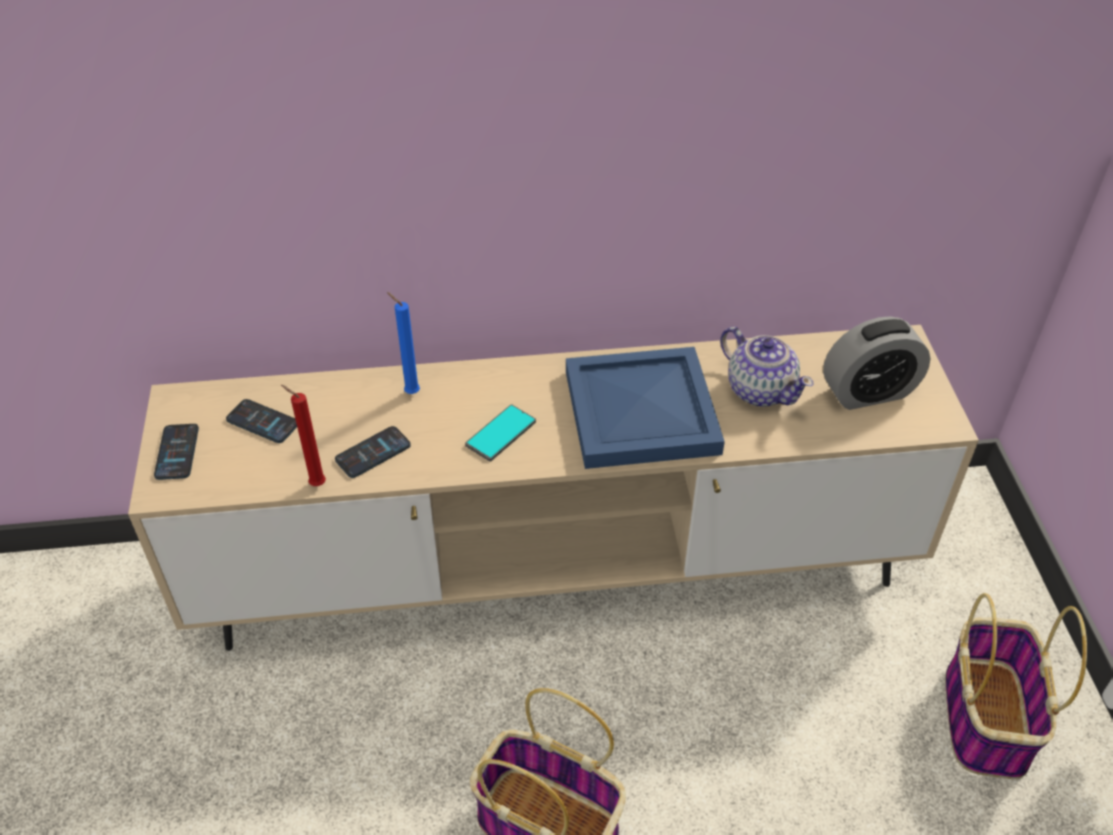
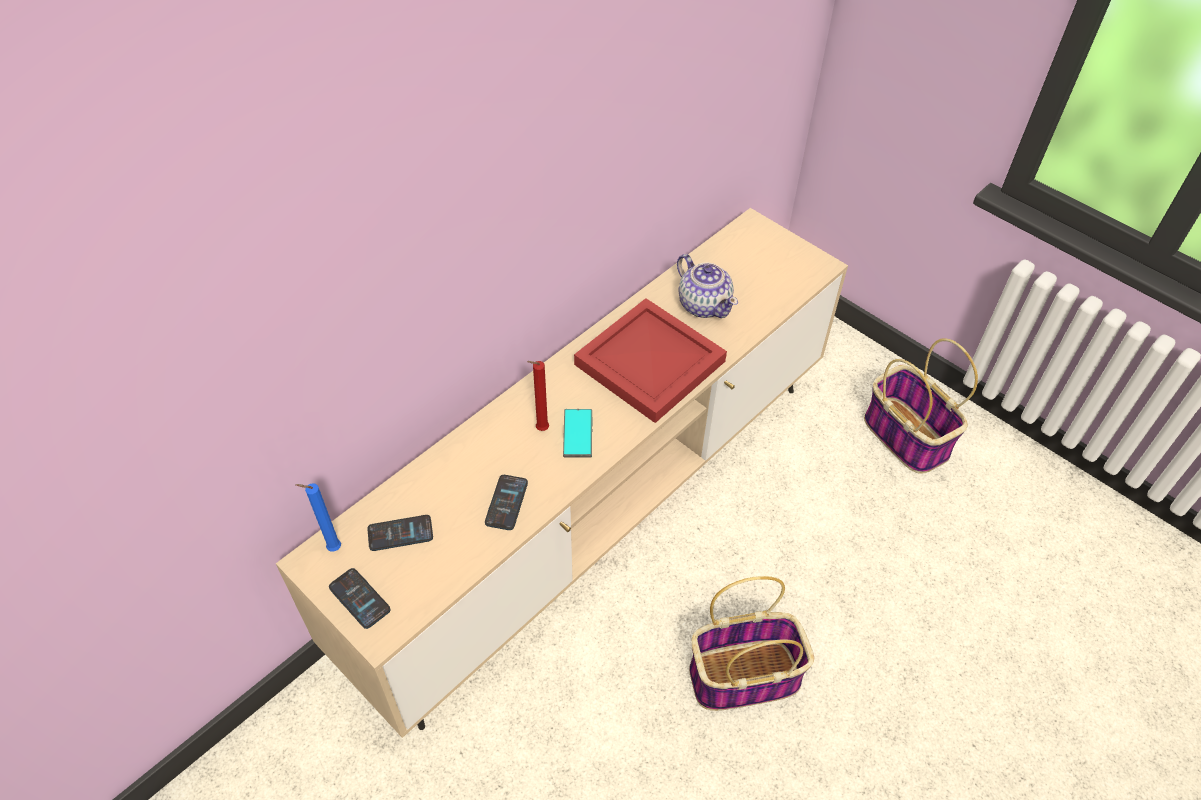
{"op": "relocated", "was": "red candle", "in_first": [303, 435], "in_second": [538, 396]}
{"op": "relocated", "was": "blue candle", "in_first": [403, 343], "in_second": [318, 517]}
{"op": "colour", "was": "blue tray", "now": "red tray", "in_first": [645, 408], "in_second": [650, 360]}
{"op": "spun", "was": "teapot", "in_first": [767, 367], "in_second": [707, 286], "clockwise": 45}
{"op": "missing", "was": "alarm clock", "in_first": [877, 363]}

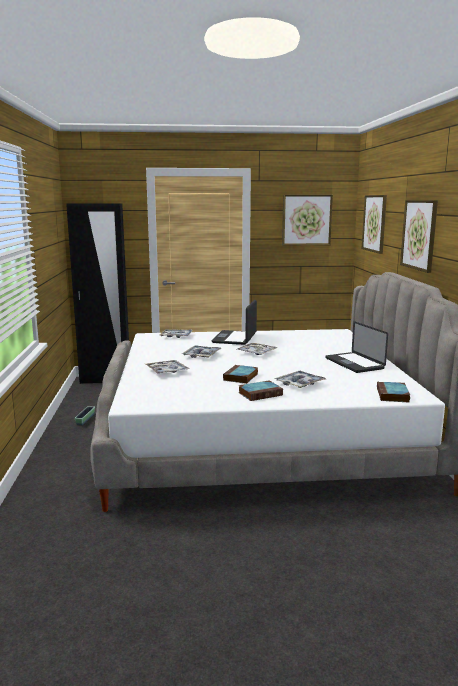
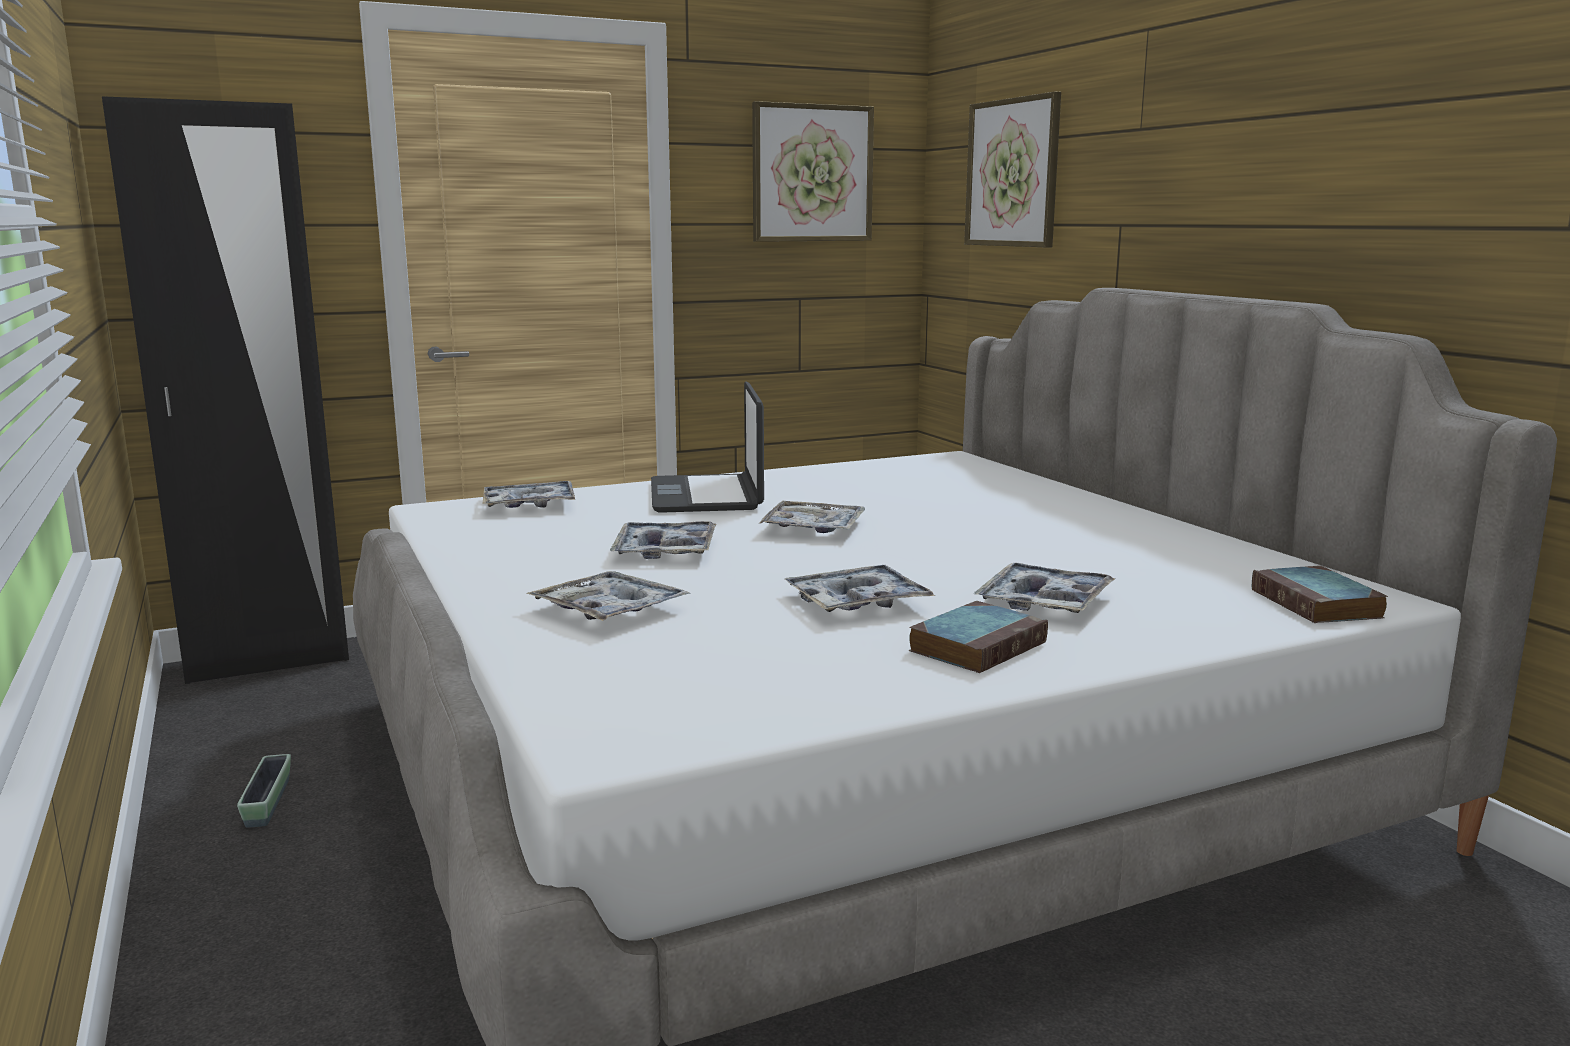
{"op": "exchanged", "was": "book", "now": "tray", "in_first": [240, 374], "in_second": [860, 588]}
{"op": "missing", "was": "laptop", "in_first": [356, 347]}
{"op": "missing", "was": "picture", "in_first": [419, 236]}

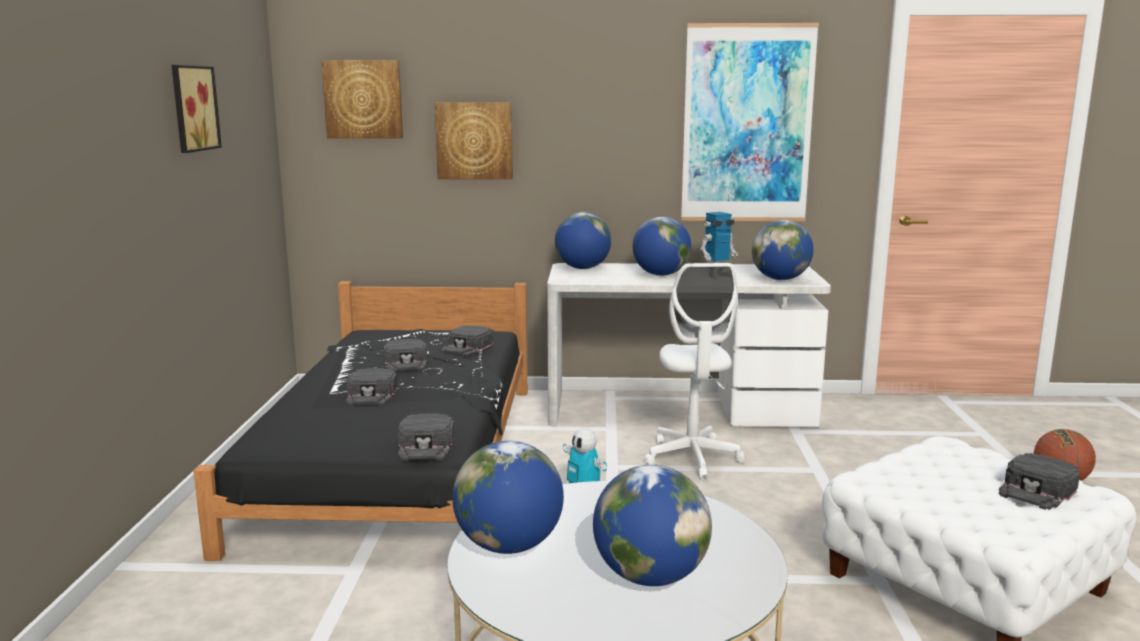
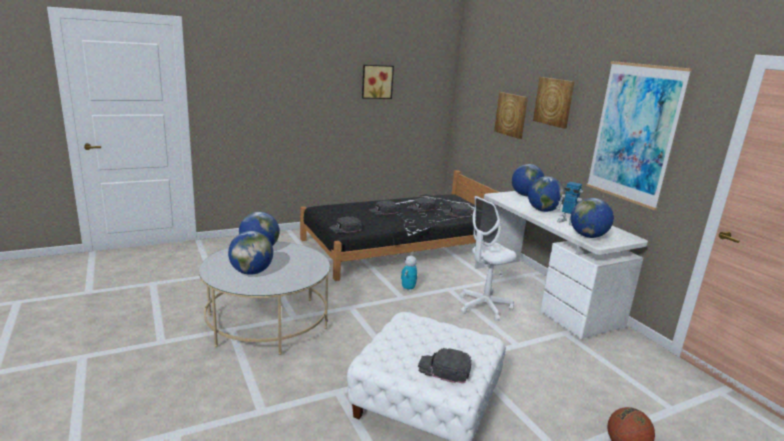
{"op": "relocated", "was": "picture", "in_first": [362, 99], "in_second": [554, 102]}

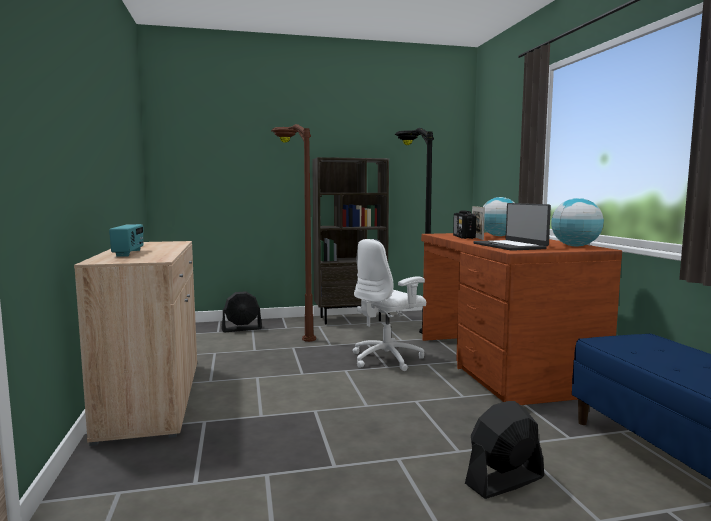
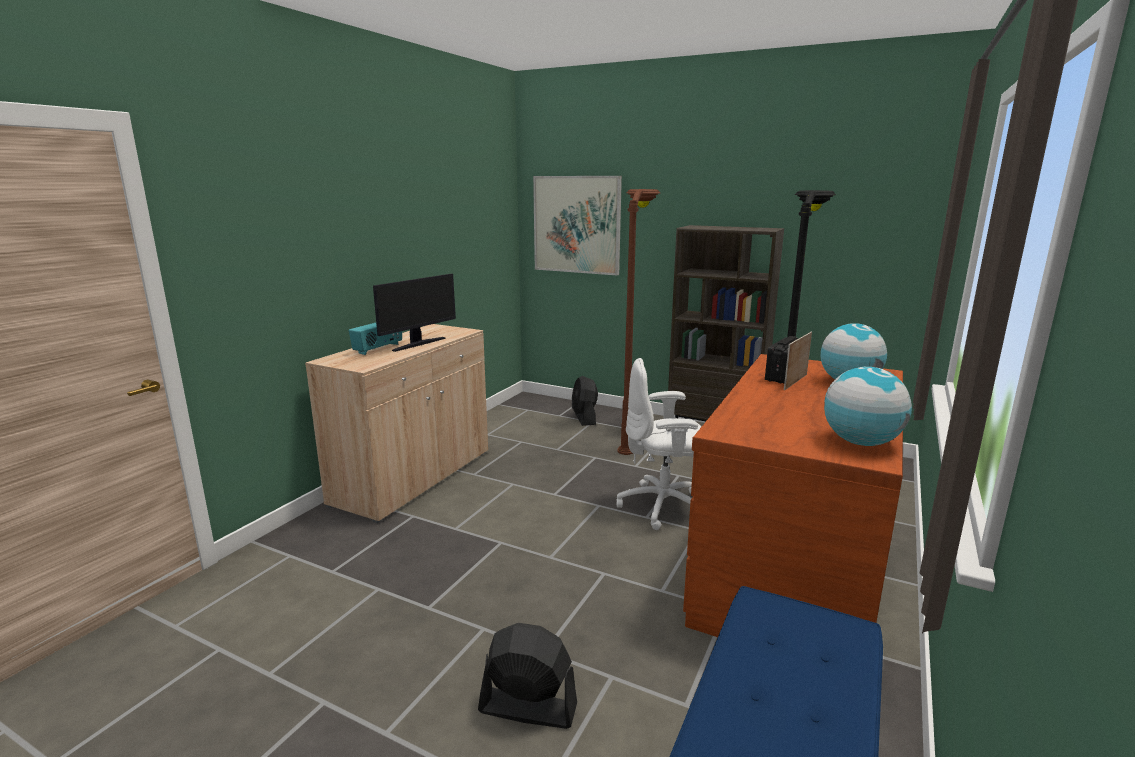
{"op": "spun", "was": "black fan", "in_first": [241, 311], "in_second": [585, 401], "clockwise": 60}
{"op": "missing", "was": "laptop", "in_first": [512, 227]}
{"op": "appeared", "now": "monitor", "in_second": [414, 313]}
{"op": "appeared", "now": "picture", "in_second": [577, 225]}

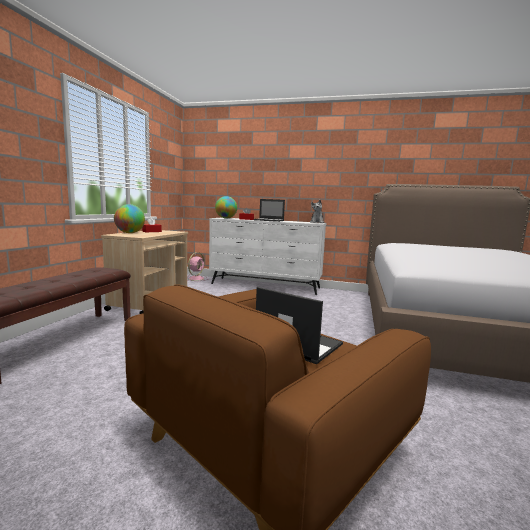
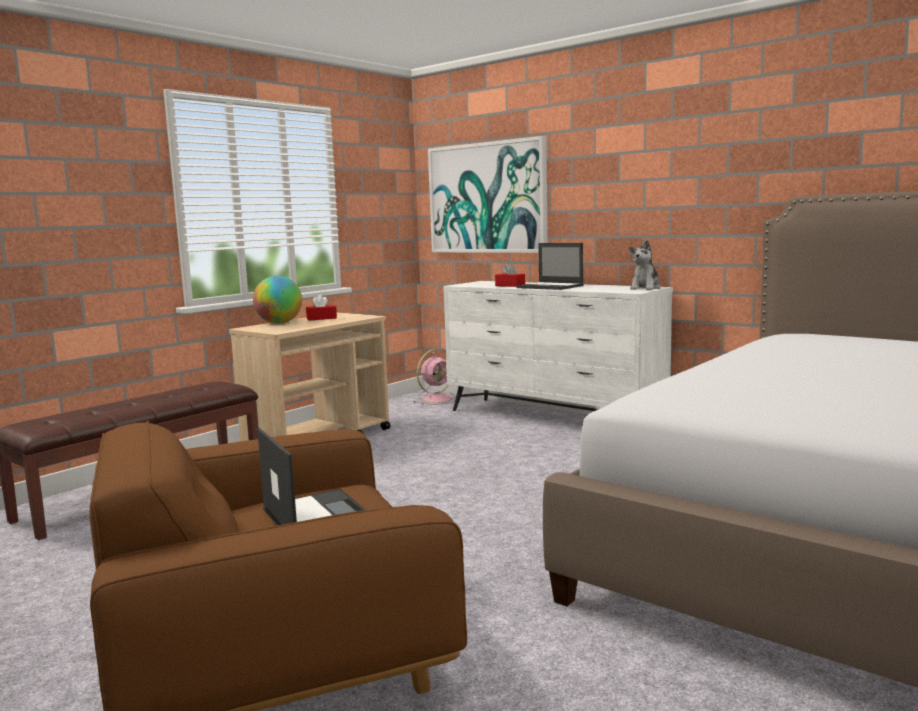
{"op": "missing", "was": "globe", "in_first": [226, 207]}
{"op": "appeared", "now": "picture", "in_second": [488, 194]}

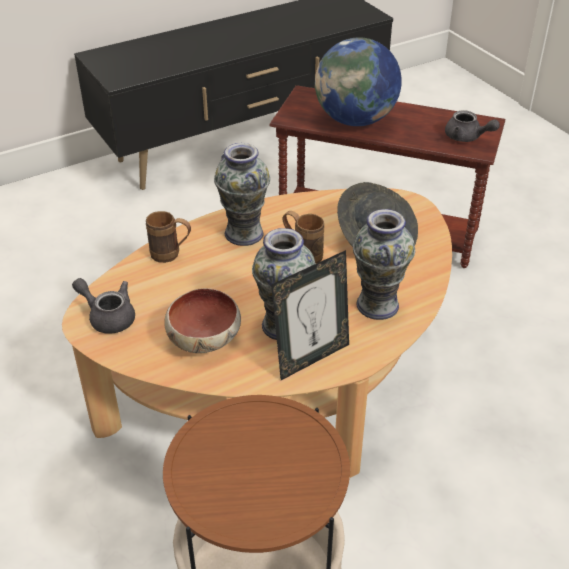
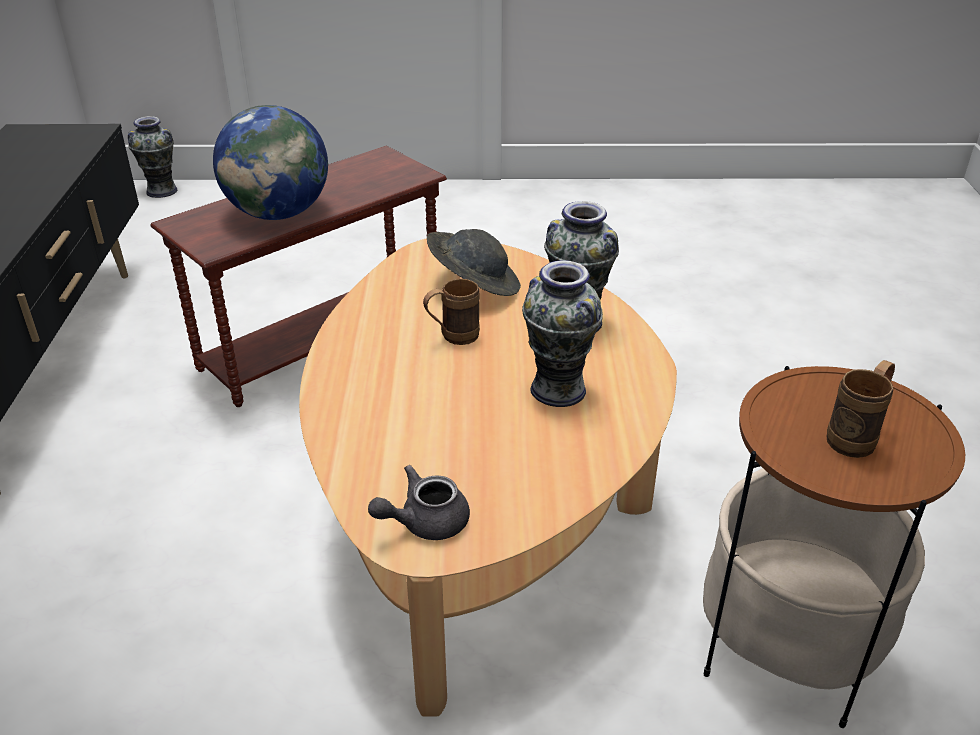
{"op": "relocated", "was": "brown mug", "in_first": [168, 237], "in_second": [860, 409]}
{"op": "missing", "was": "bowl", "in_first": [202, 320]}
{"op": "relocated", "was": "vase", "in_first": [242, 194], "in_second": [152, 157]}
{"op": "missing", "was": "picture frame", "in_first": [310, 315]}
{"op": "missing", "was": "grey teapot", "in_first": [472, 126]}

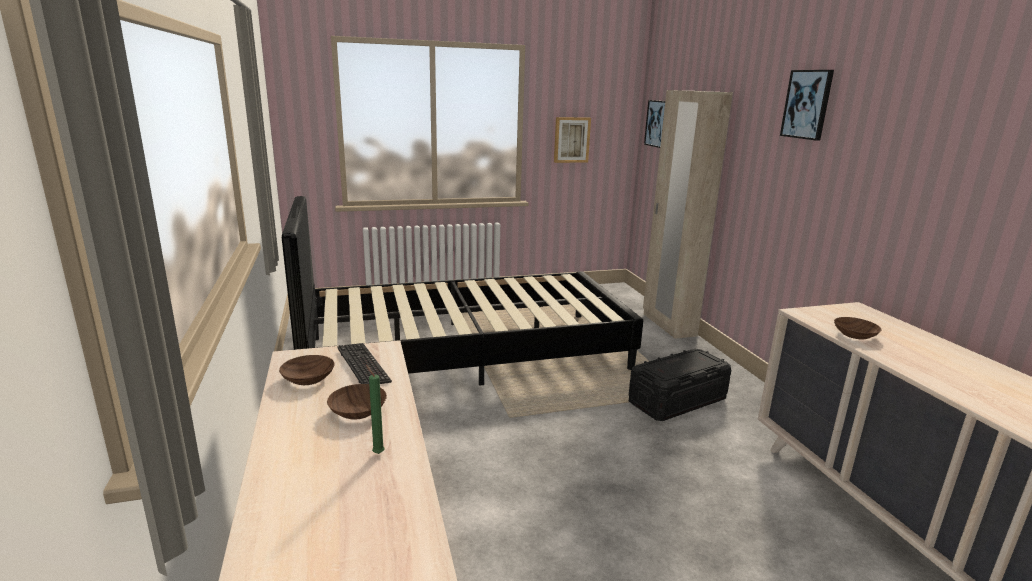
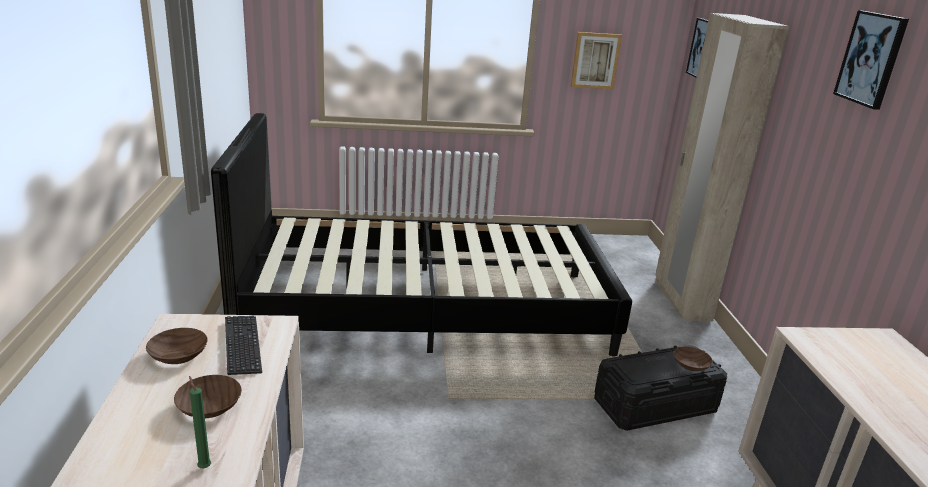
{"op": "relocated", "was": "brown bowl", "in_first": [858, 328], "in_second": [693, 358]}

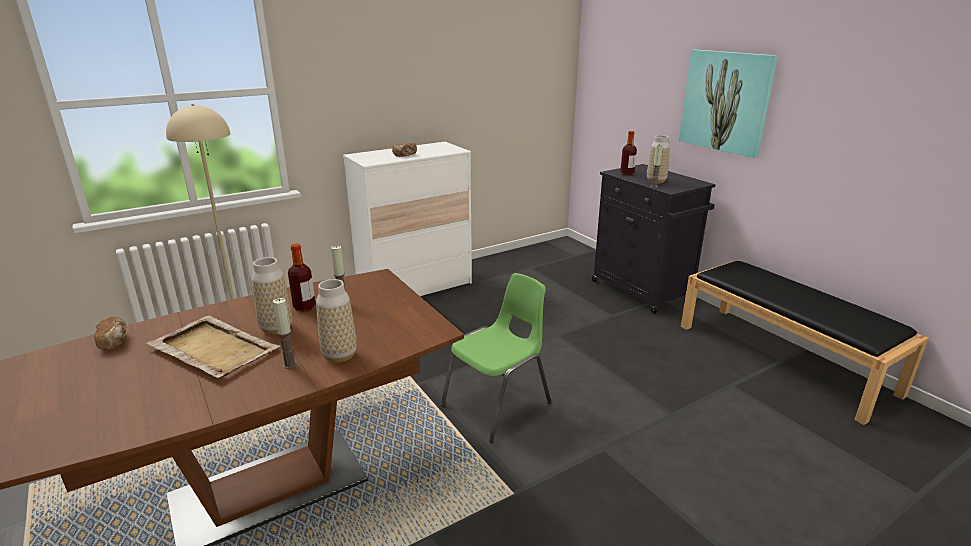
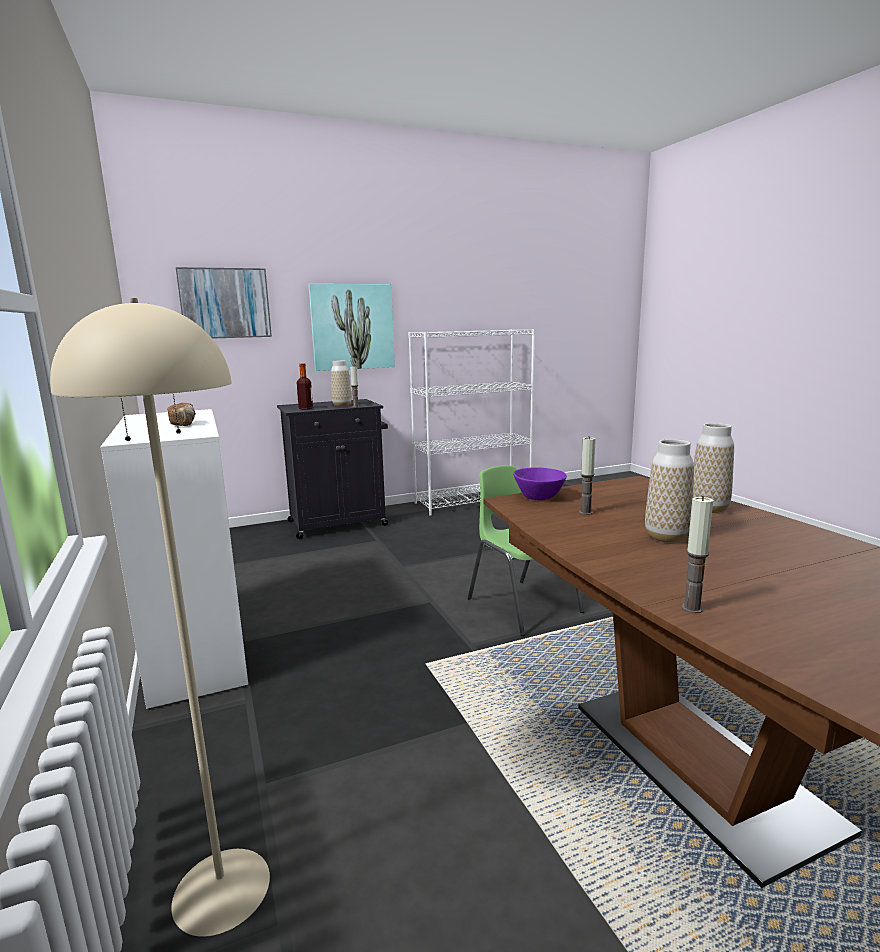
{"op": "missing", "was": "bread", "in_first": [110, 332]}
{"op": "missing", "was": "beige tray", "in_first": [213, 346]}
{"op": "relocated", "was": "candle", "in_first": [285, 333], "in_second": [697, 554]}
{"op": "missing", "was": "bottle", "in_first": [302, 277]}
{"op": "exchanged", "was": "black bench", "now": "white bookcase", "in_first": [805, 343], "in_second": [471, 422]}
{"op": "appeared", "now": "picture", "in_second": [224, 303]}
{"op": "appeared", "now": "purple bowl", "in_second": [540, 483]}

